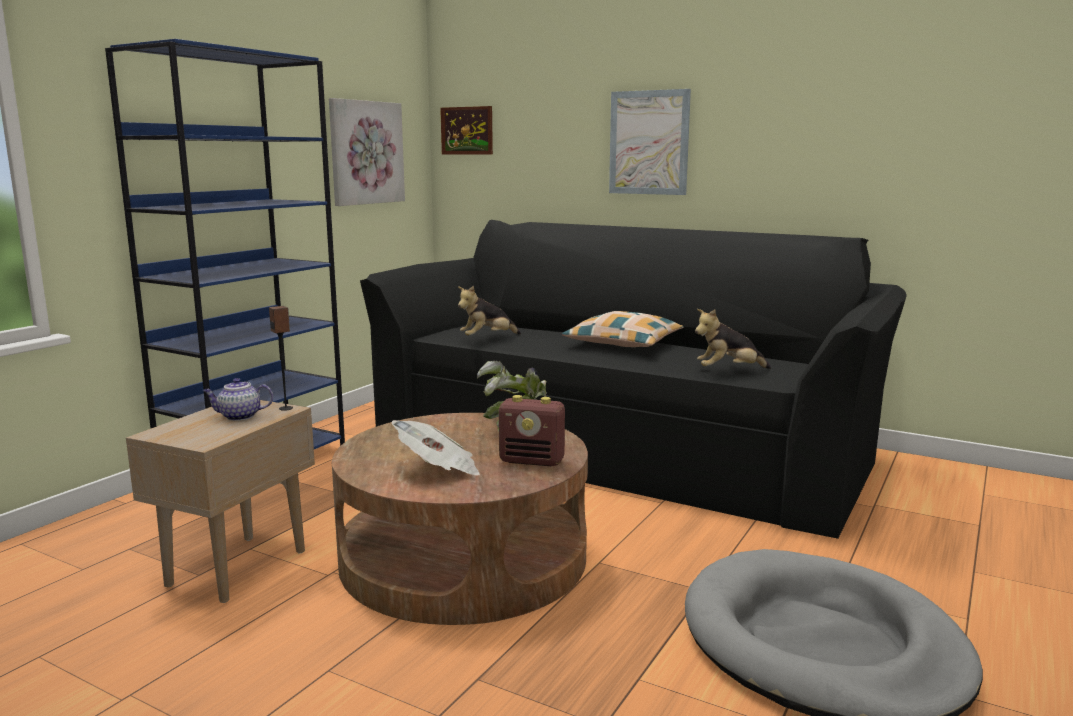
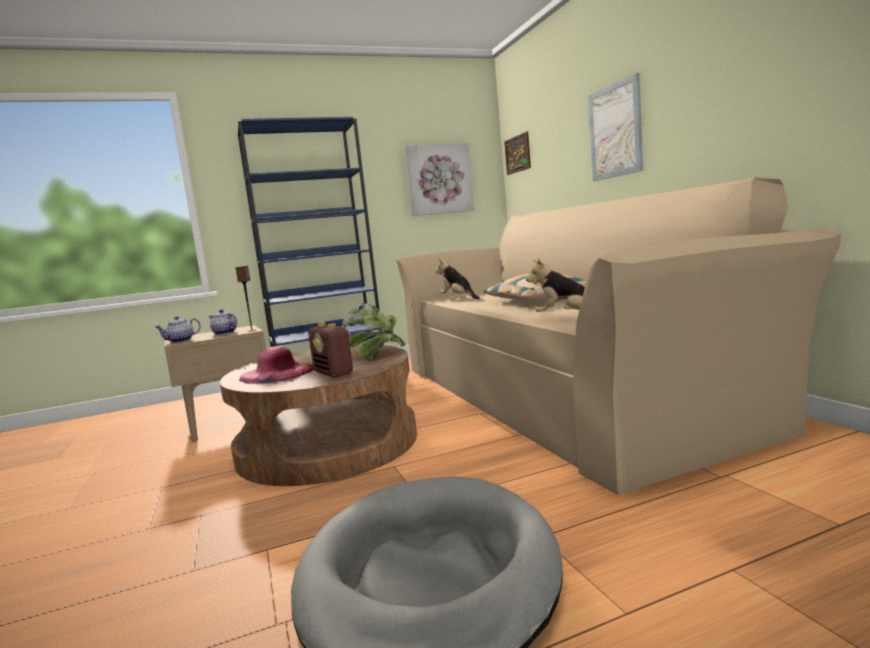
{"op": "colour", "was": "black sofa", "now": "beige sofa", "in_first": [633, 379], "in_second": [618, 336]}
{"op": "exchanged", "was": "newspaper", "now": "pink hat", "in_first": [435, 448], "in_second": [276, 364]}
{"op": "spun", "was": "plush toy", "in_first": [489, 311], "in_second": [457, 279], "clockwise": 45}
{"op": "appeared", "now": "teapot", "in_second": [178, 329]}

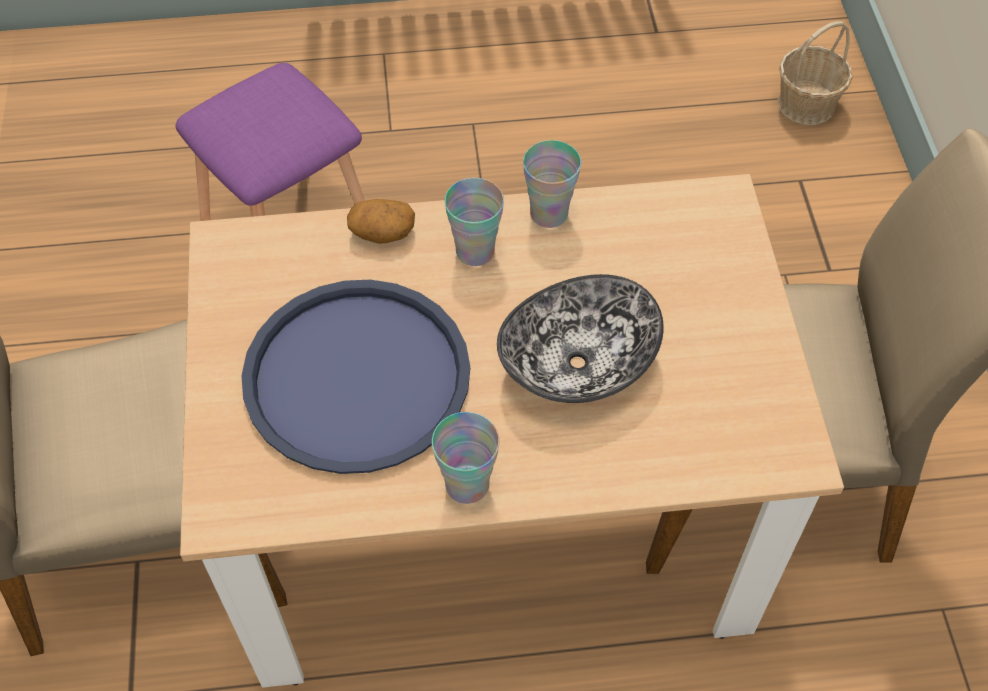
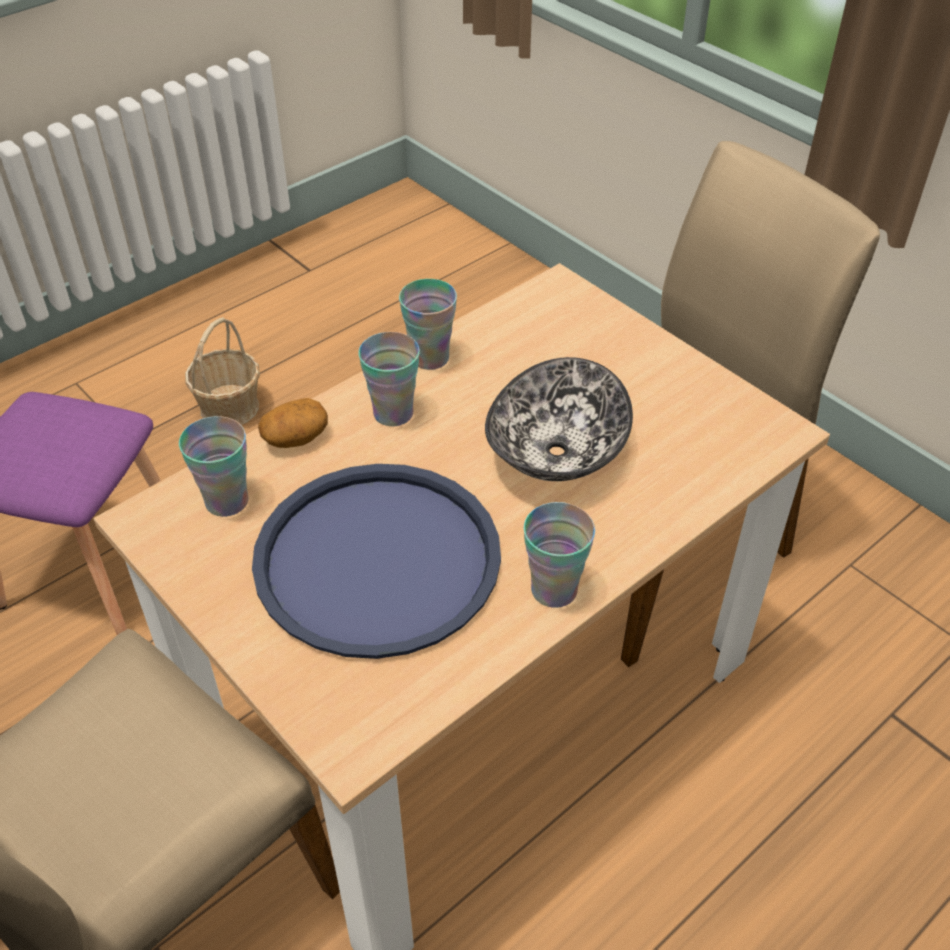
{"op": "relocated", "was": "basket", "in_first": [815, 73], "in_second": [222, 371]}
{"op": "appeared", "now": "cup", "in_second": [214, 466]}

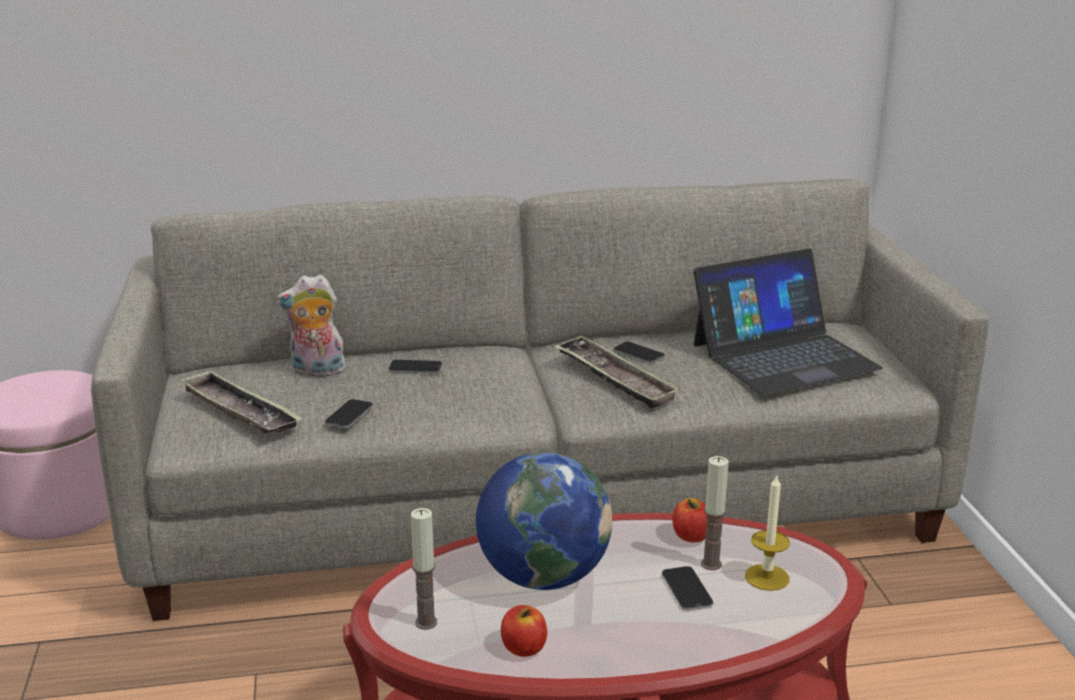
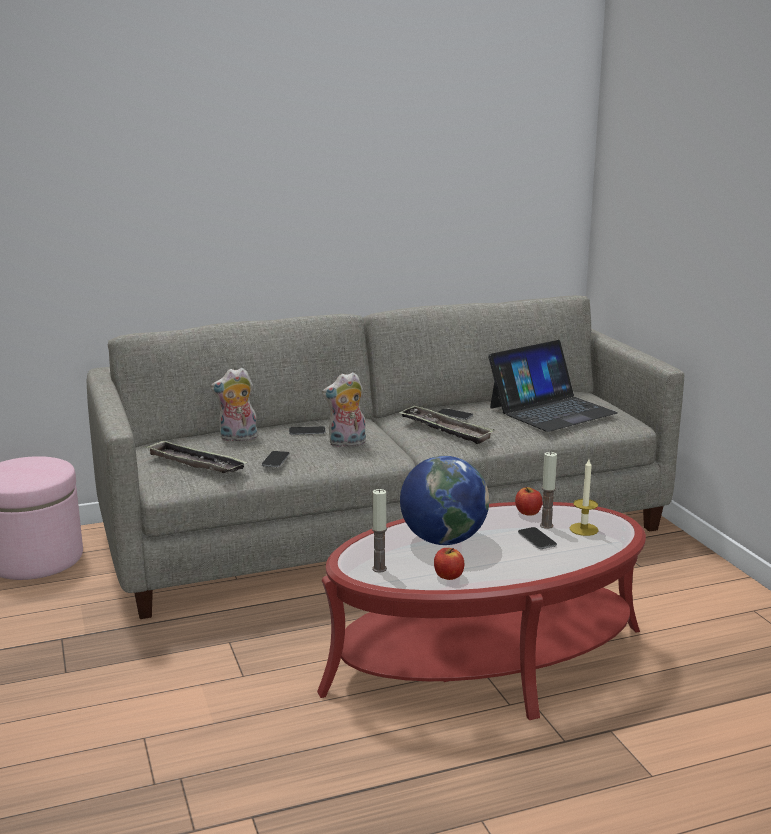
{"op": "appeared", "now": "plush toy", "in_second": [344, 409]}

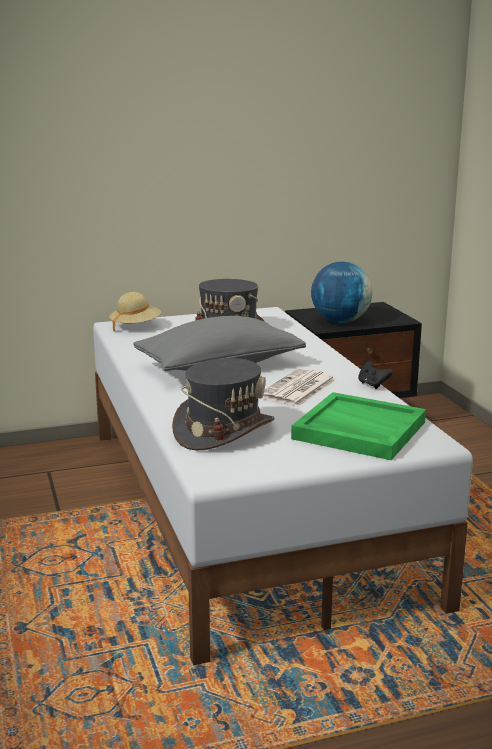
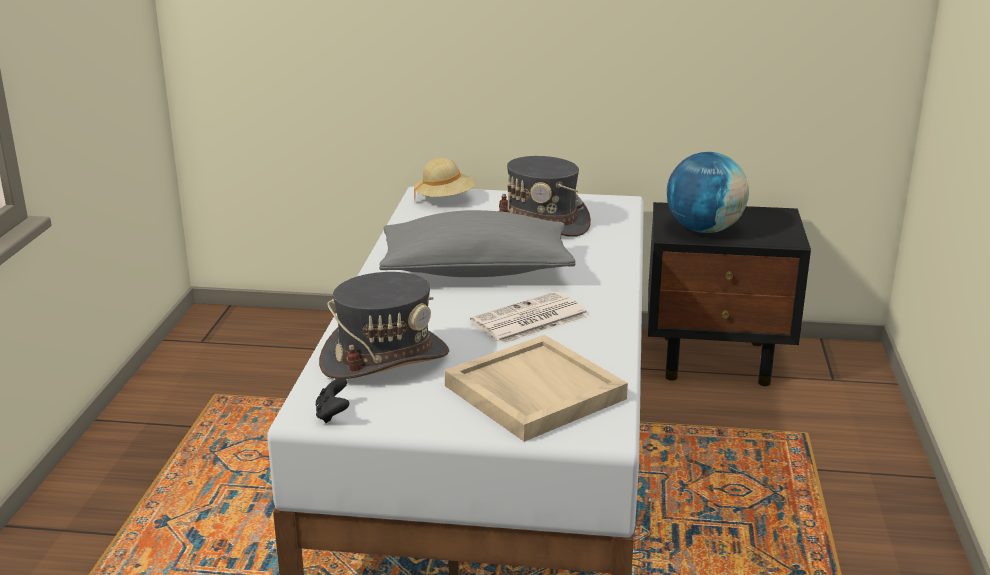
{"op": "colour", "was": "green tray", "now": "beige tray", "in_first": [358, 426], "in_second": [536, 388]}
{"op": "relocated", "was": "black game controller", "in_first": [375, 375], "in_second": [332, 400]}

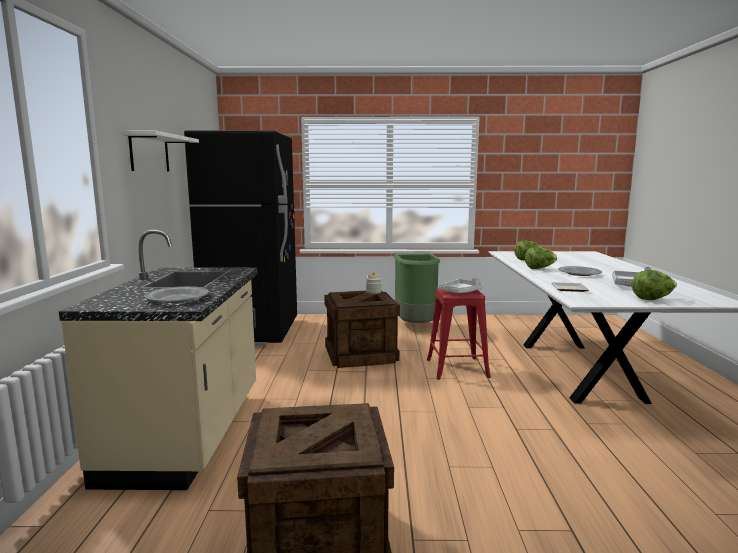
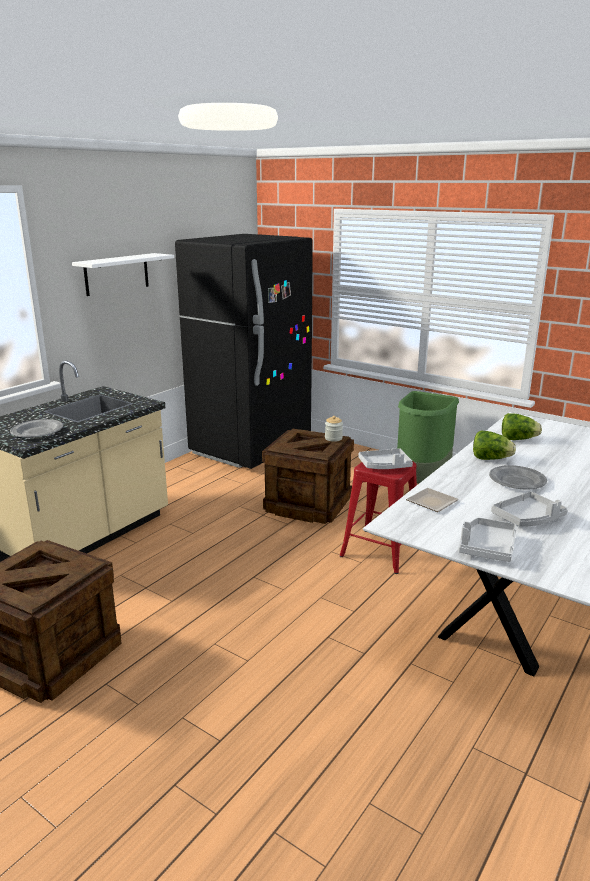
{"op": "exchanged", "was": "lettuce", "now": "grey tray", "in_first": [654, 285], "in_second": [487, 539]}

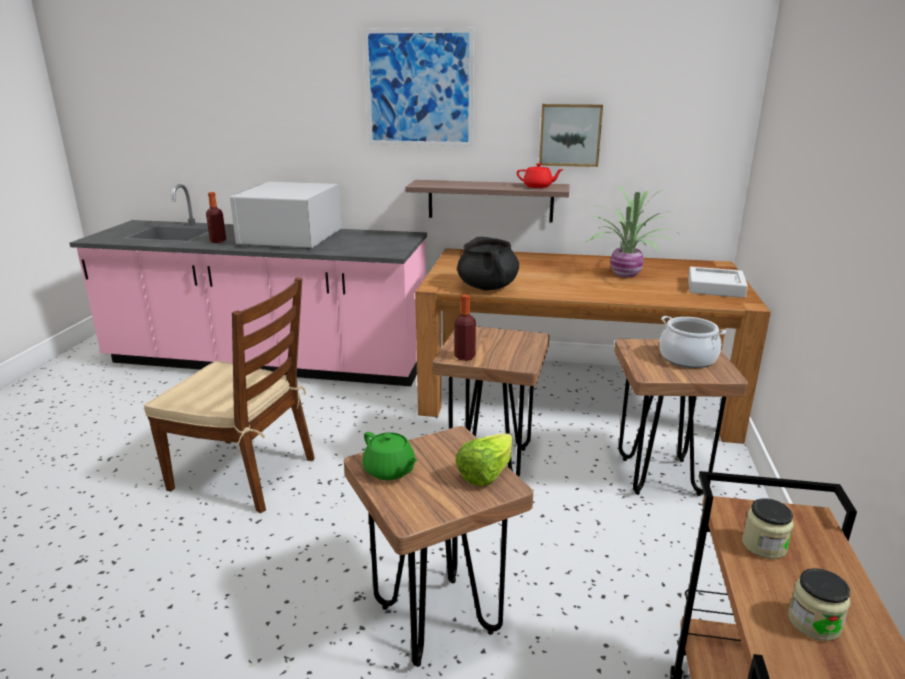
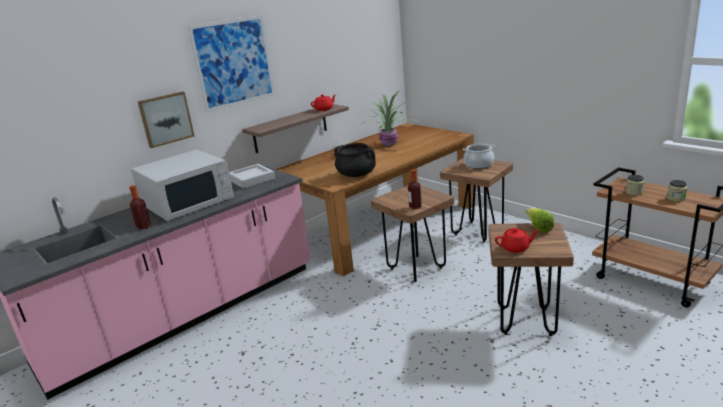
{"op": "missing", "was": "brown chair", "in_first": [229, 395]}
{"op": "spun", "was": "white microwave", "in_first": [286, 215], "in_second": [182, 185], "clockwise": -90}
{"op": "colour", "was": "green teapot", "now": "red teapot", "in_first": [390, 456], "in_second": [517, 240]}
{"op": "relocated", "was": "picture", "in_first": [571, 135], "in_second": [166, 120]}
{"op": "relocated", "was": "grey tray", "in_first": [718, 282], "in_second": [252, 176]}

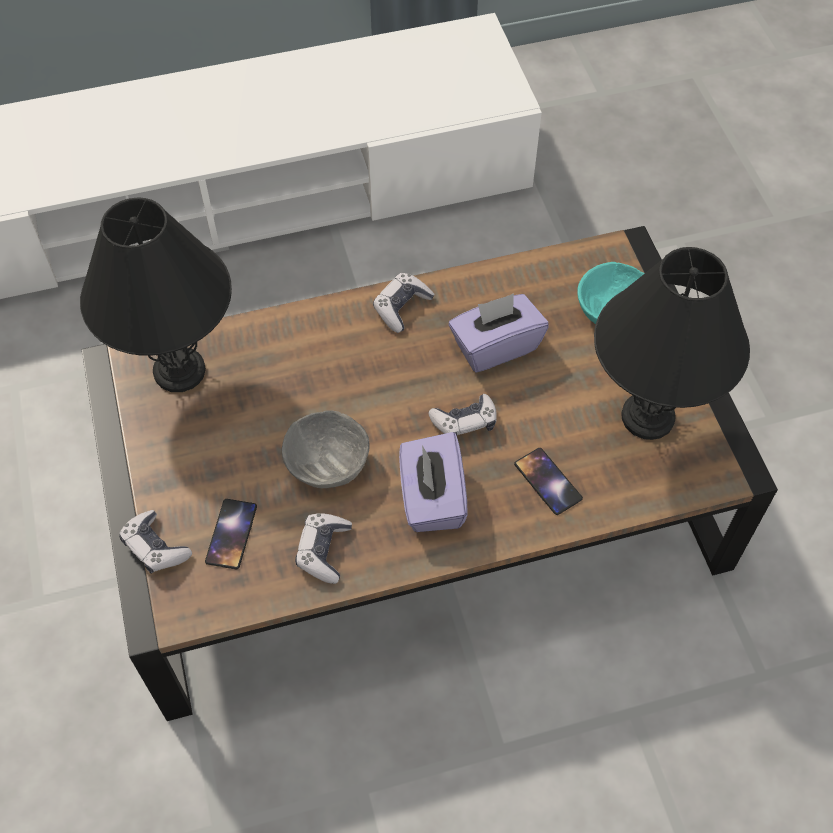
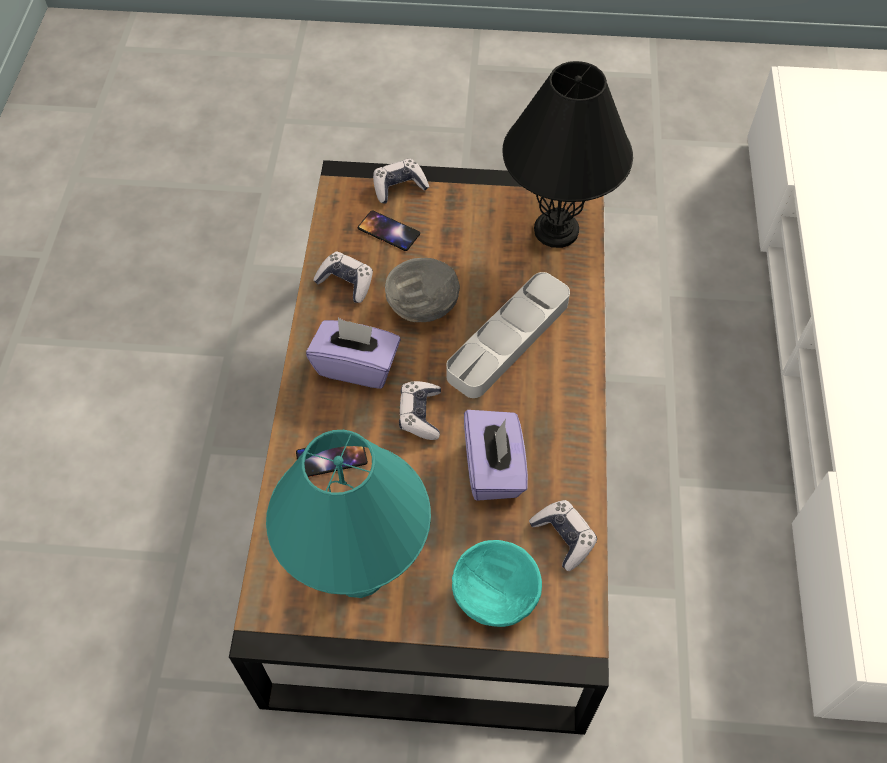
{"op": "relocated", "was": "game controller", "in_first": [404, 303], "in_second": [563, 535]}
{"op": "colour", "was": "black table lamp", "now": "turquoise table lamp", "in_first": [672, 343], "in_second": [348, 514]}
{"op": "appeared", "now": "grey tray", "in_second": [508, 335]}

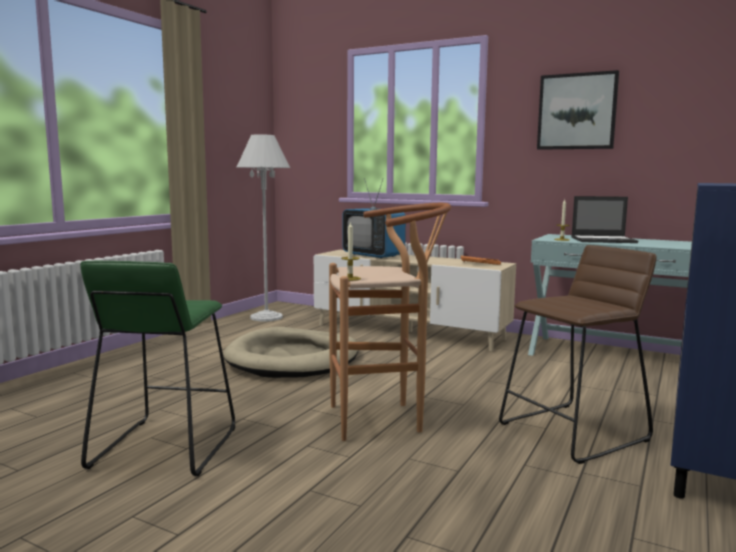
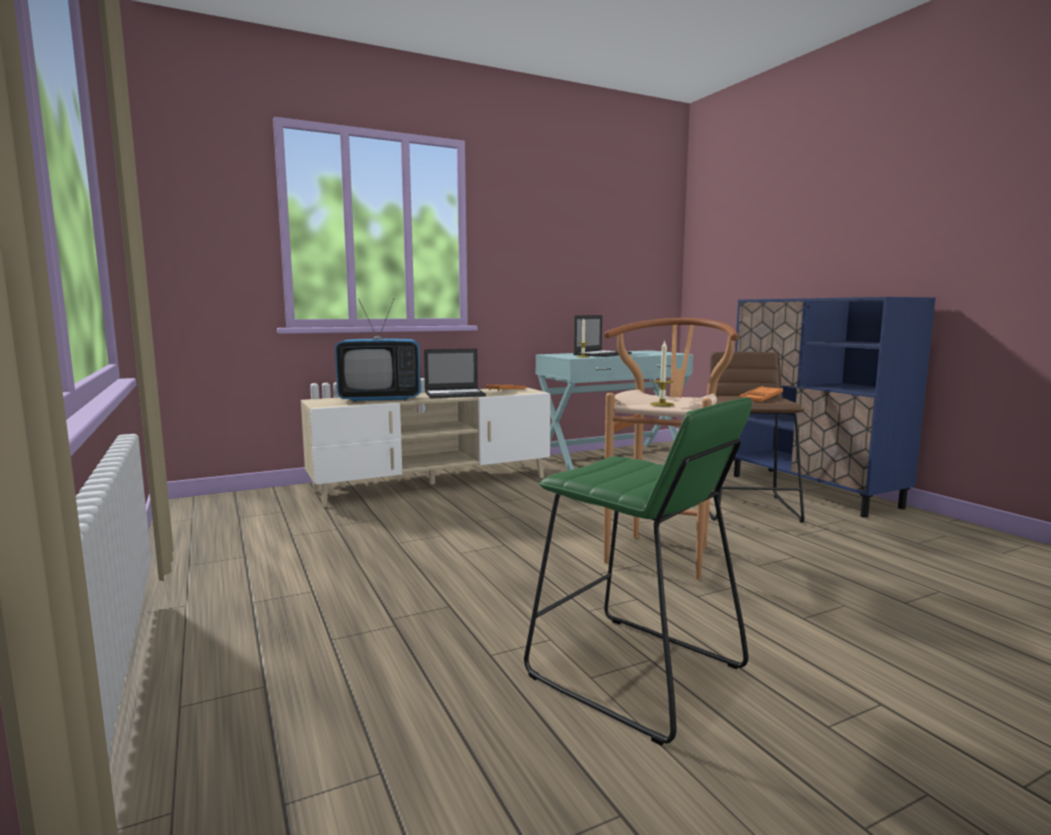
{"op": "missing", "was": "beige dog bed", "in_first": [290, 352]}
{"op": "missing", "was": "white floor lamp", "in_first": [263, 228]}
{"op": "missing", "was": "picture", "in_first": [578, 110]}
{"op": "appeared", "now": "laptop", "in_second": [455, 373]}
{"op": "appeared", "now": "orange tray", "in_second": [761, 394]}

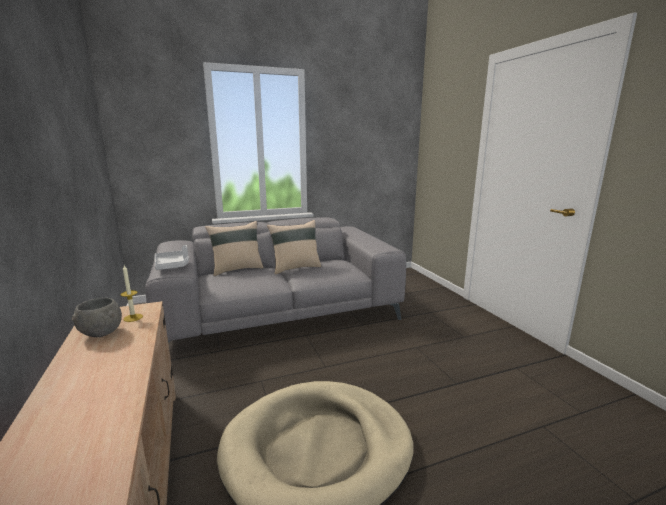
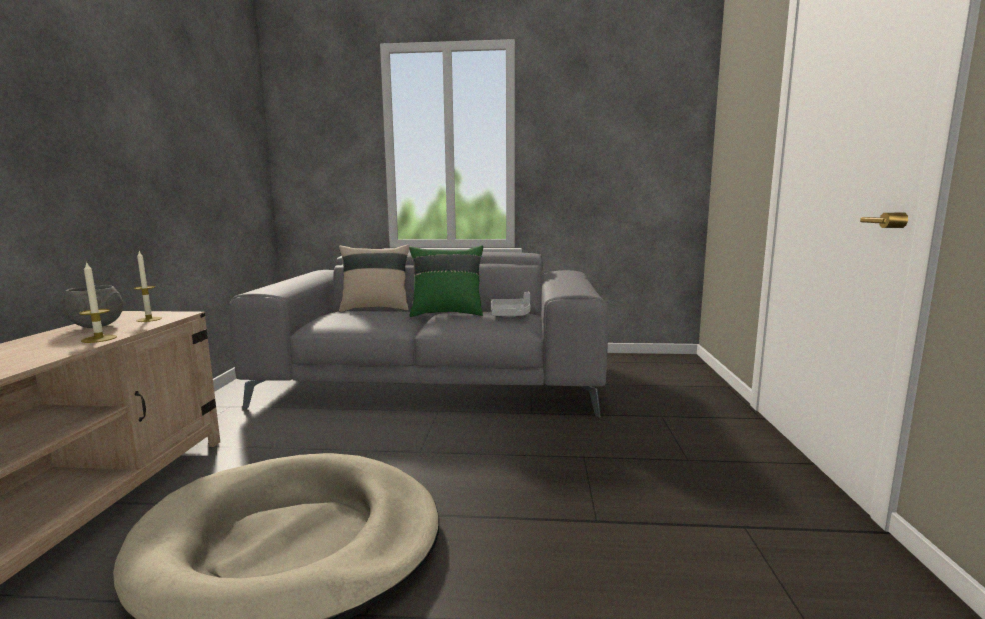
{"op": "relocated", "was": "grey tray", "in_first": [171, 257], "in_second": [510, 304]}
{"op": "colour", "was": "beige pillow", "now": "green pillow", "in_first": [294, 247], "in_second": [446, 281]}
{"op": "appeared", "now": "candle", "in_second": [98, 302]}

